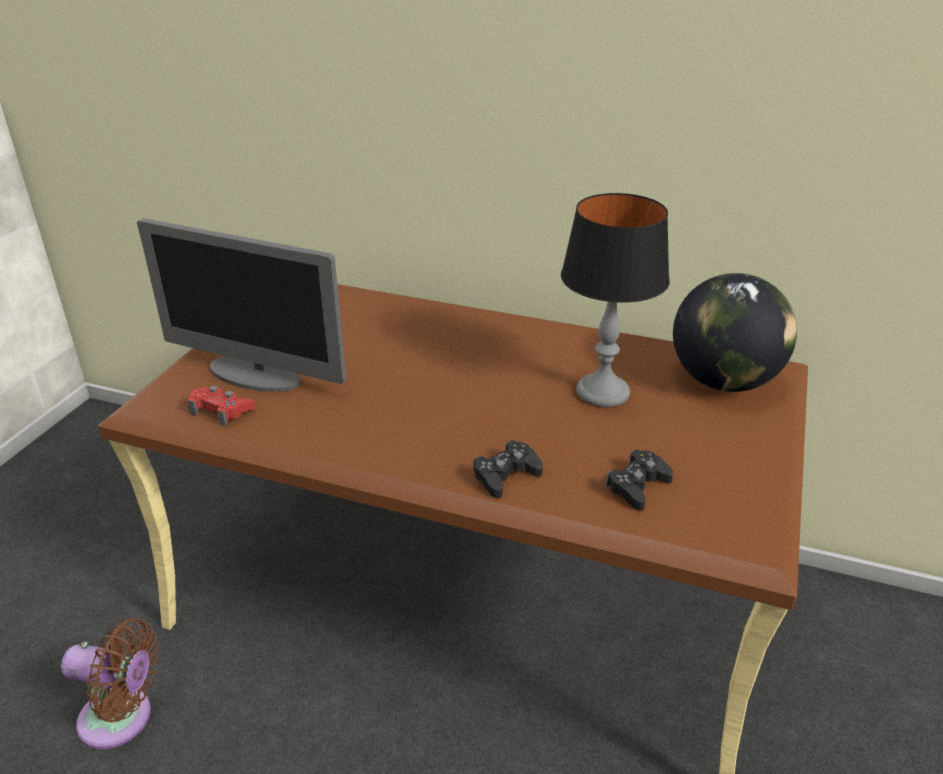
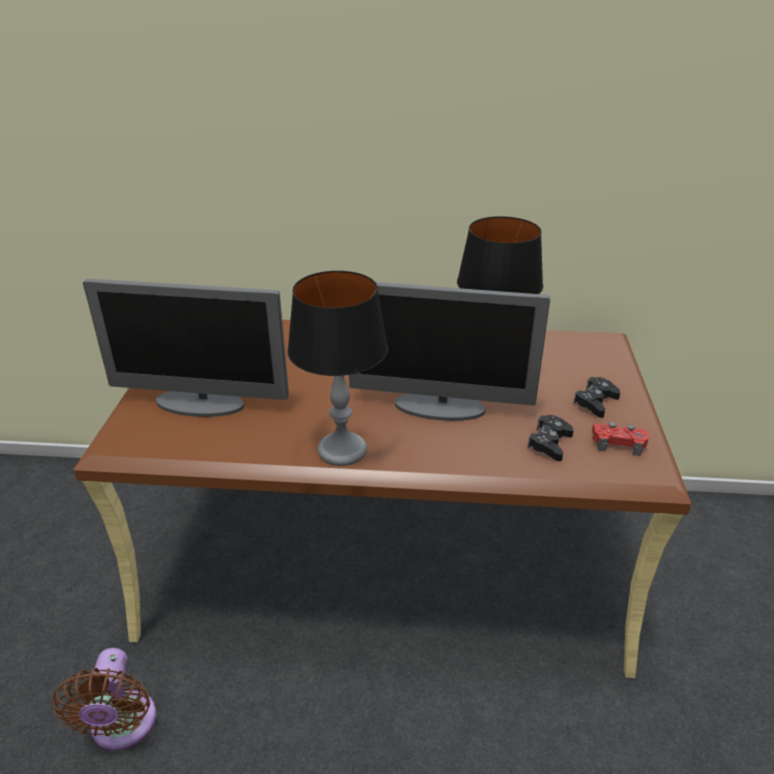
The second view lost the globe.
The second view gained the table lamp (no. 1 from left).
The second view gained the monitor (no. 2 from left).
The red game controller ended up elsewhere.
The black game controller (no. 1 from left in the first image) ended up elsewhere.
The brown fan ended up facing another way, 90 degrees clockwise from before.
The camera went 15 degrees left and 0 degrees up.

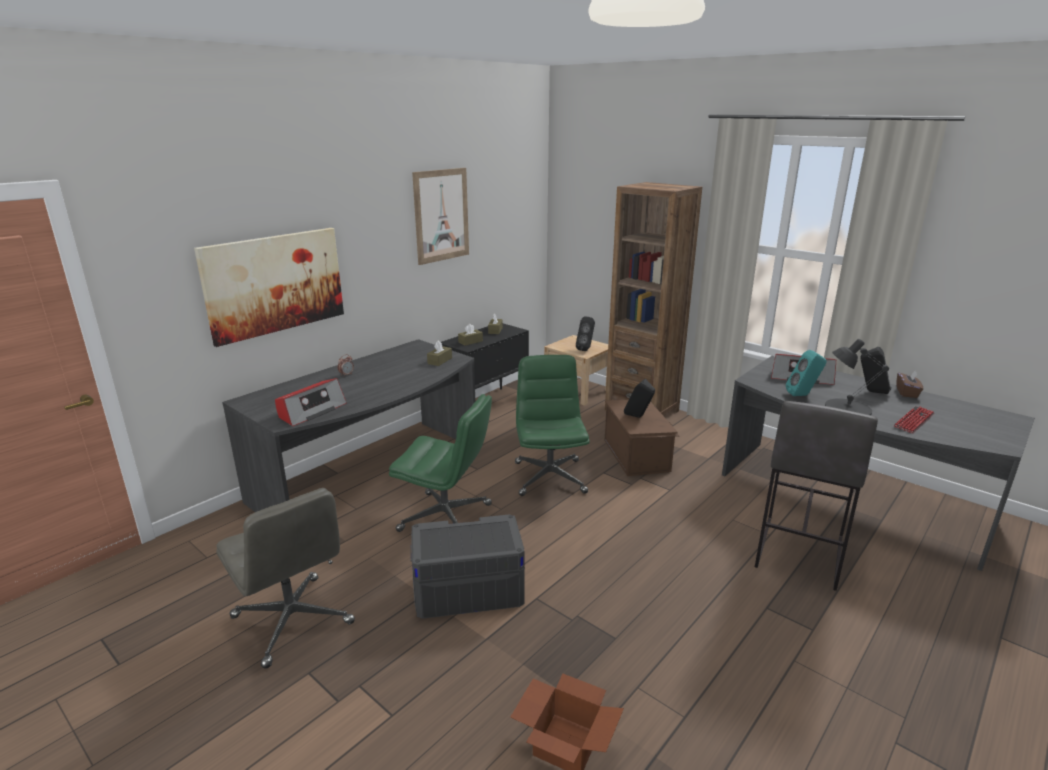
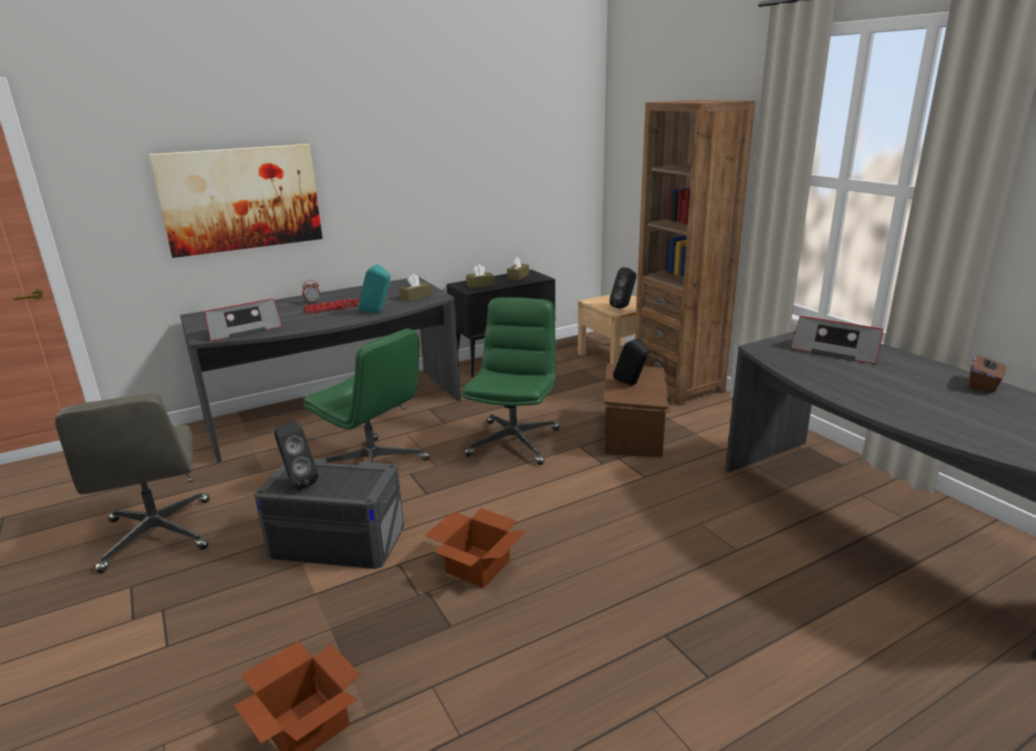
The second view lost the picture (no. 2 from left).
The second view lost the grey stool.
The second view lost the black table lamp.
The second view gained the cardboard box (no. 2 from left).
The turquoise speaker ended up elsewhere.
The black speaker (no. 3 from left in the first image) ended up elsewhere.
The keyboard ended up elsewhere.
The camera went 20 degrees right and 0 degrees up.

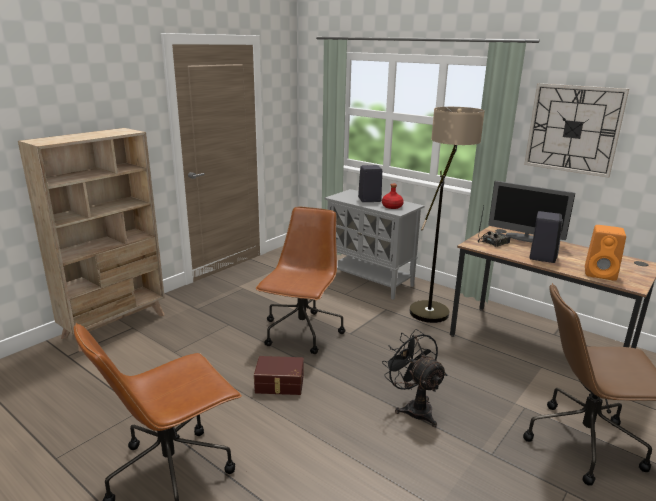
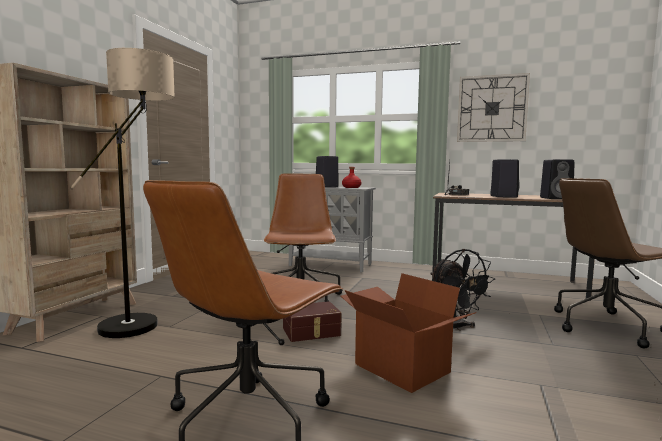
The second view lost the monitor.
The second view gained the cardboard box.
The floor lamp ended up elsewhere.
What was the orange speaker turned into the black speaker (no. 3 from left).
The black fan ended up facing another way, 150 degrees counterclockwise from before.
The camera went 20 degrees left and 15 degrees down.

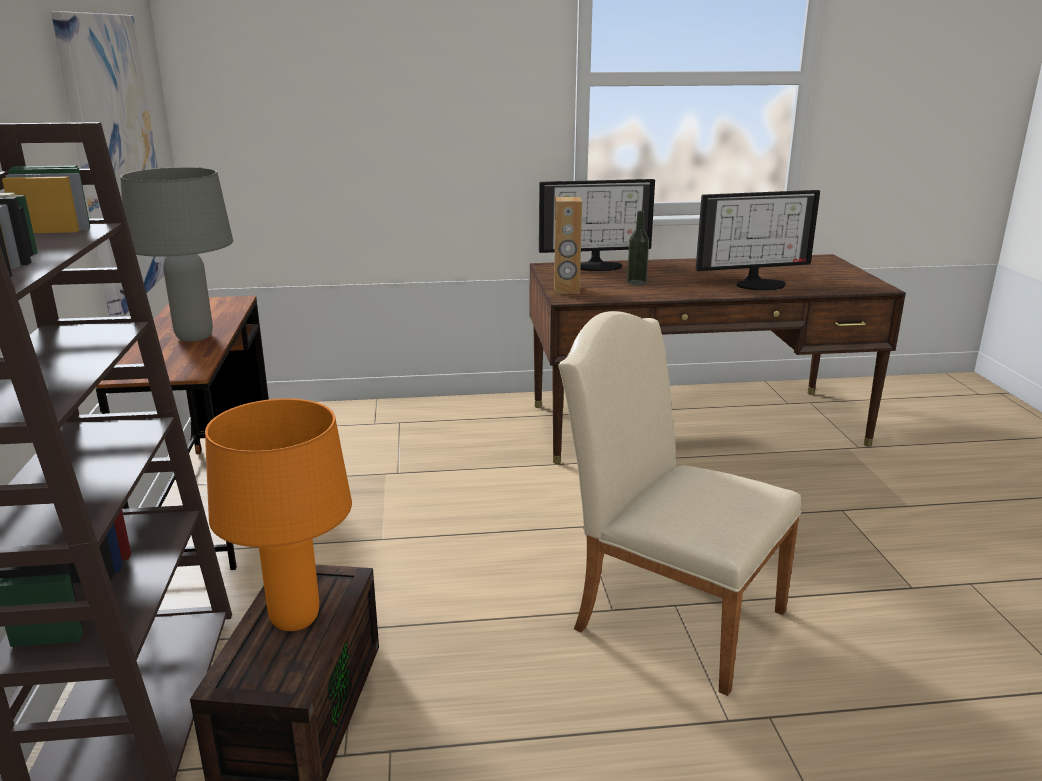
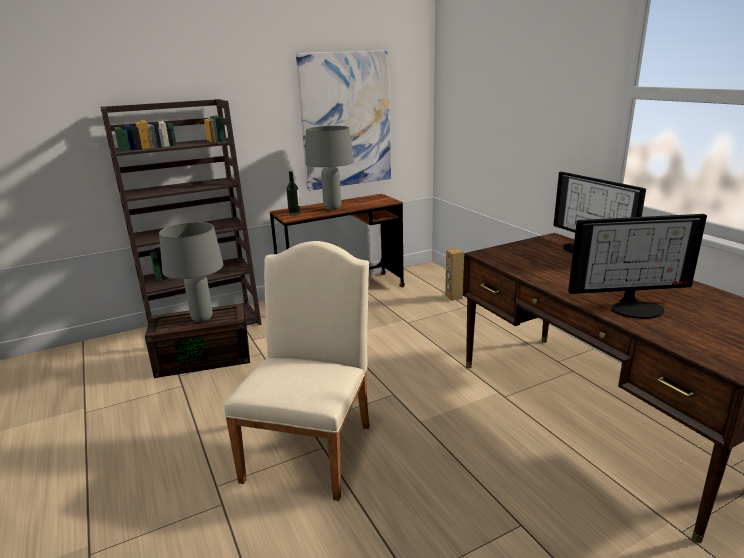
The brown speaker ended up elsewhere.
The bottle ended up elsewhere.
What was the orange table lamp turned into the grey table lamp (no. 1 from left).
The monitor (no. 2 from left) ended up facing another way, 60 degrees counterclockwise from before.
The camera went 70 degrees right and 0 degrees up.

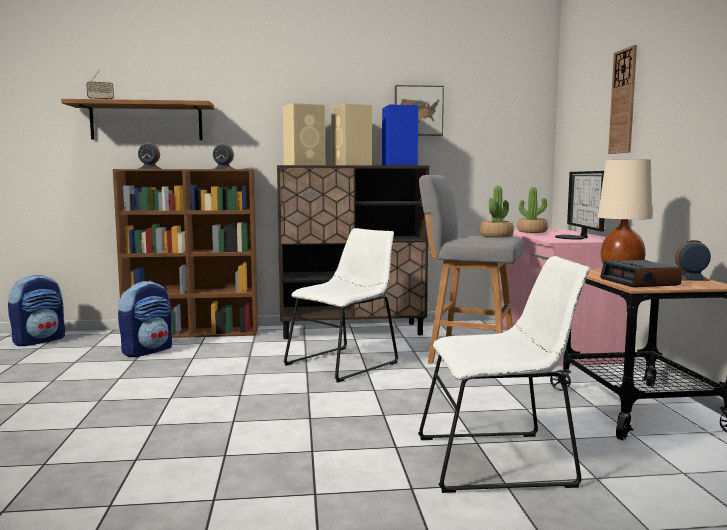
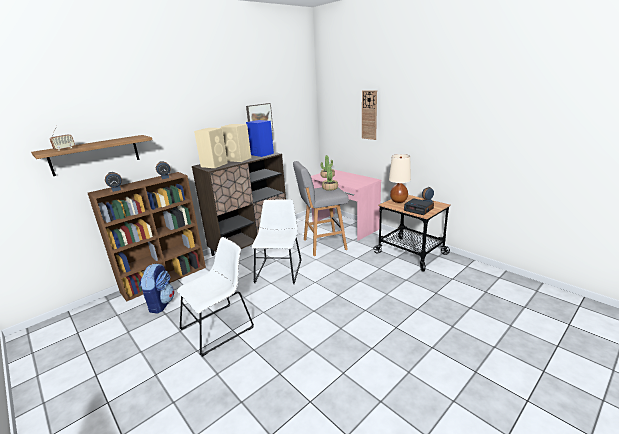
The second view lost the backpack (no. 1 from left).
The second view lost the monitor.
The white chair (no. 2 from left in the first image) ended up elsewhere.
The camera went 35 degrees left and 15 degrees up.

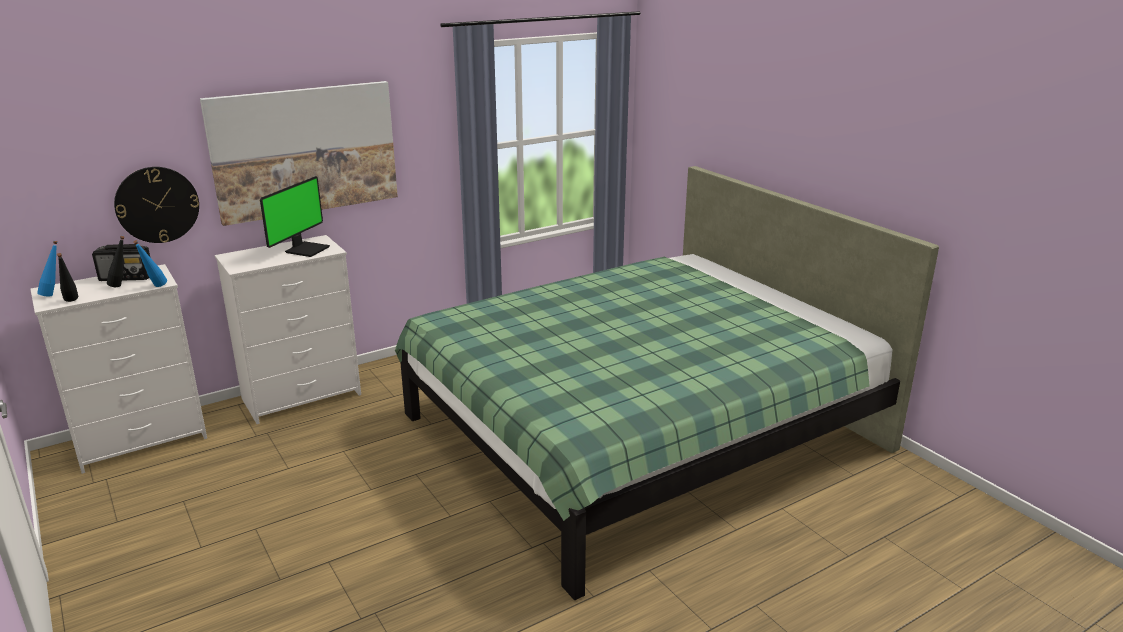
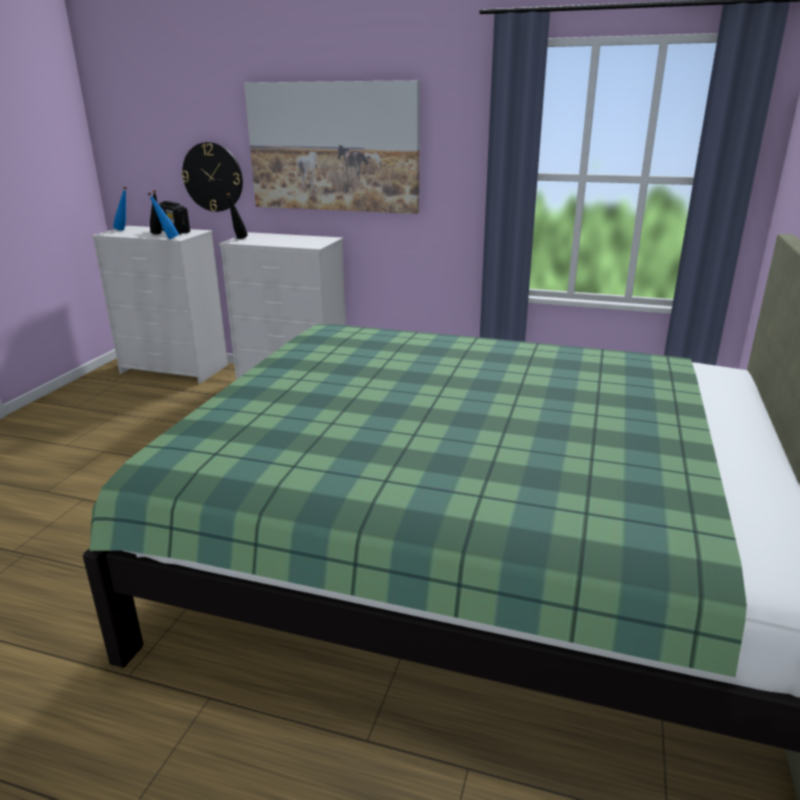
The second view lost the monitor.
The black bottle (no. 1 from left in the first image) ended up elsewhere.
The camera went 50 degrees right and 0 degrees up.

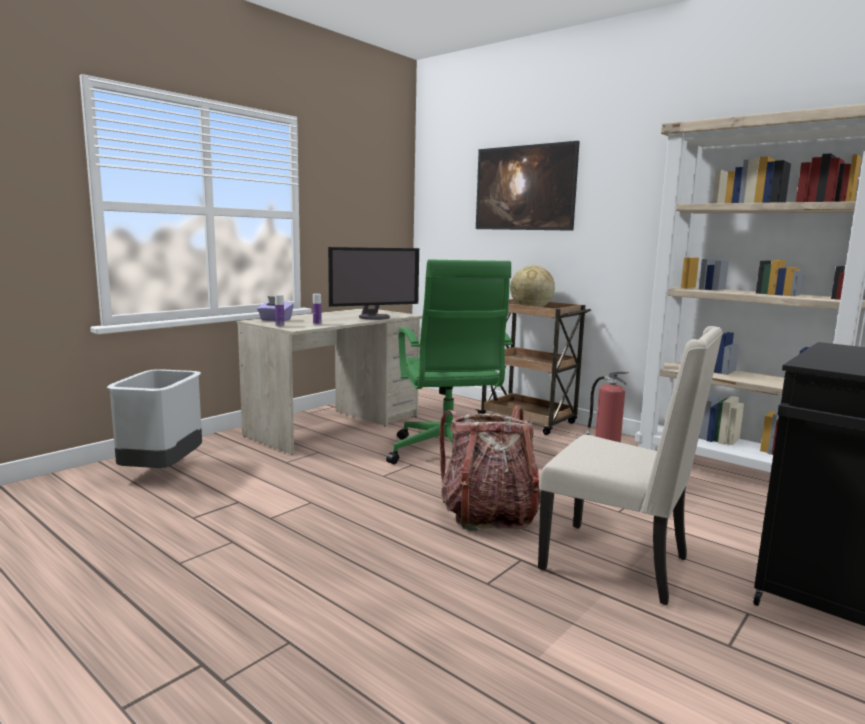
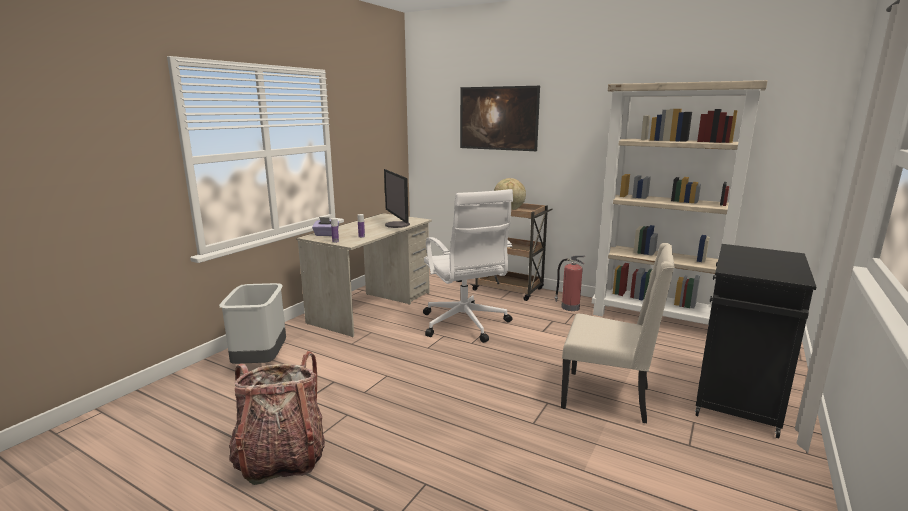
The backpack ended up elsewhere.
What was the green office chair turned into the white office chair.
The monitor ended up facing another way, 105 degrees clockwise from before.
The camera went 10 degrees left and 5 degrees up.

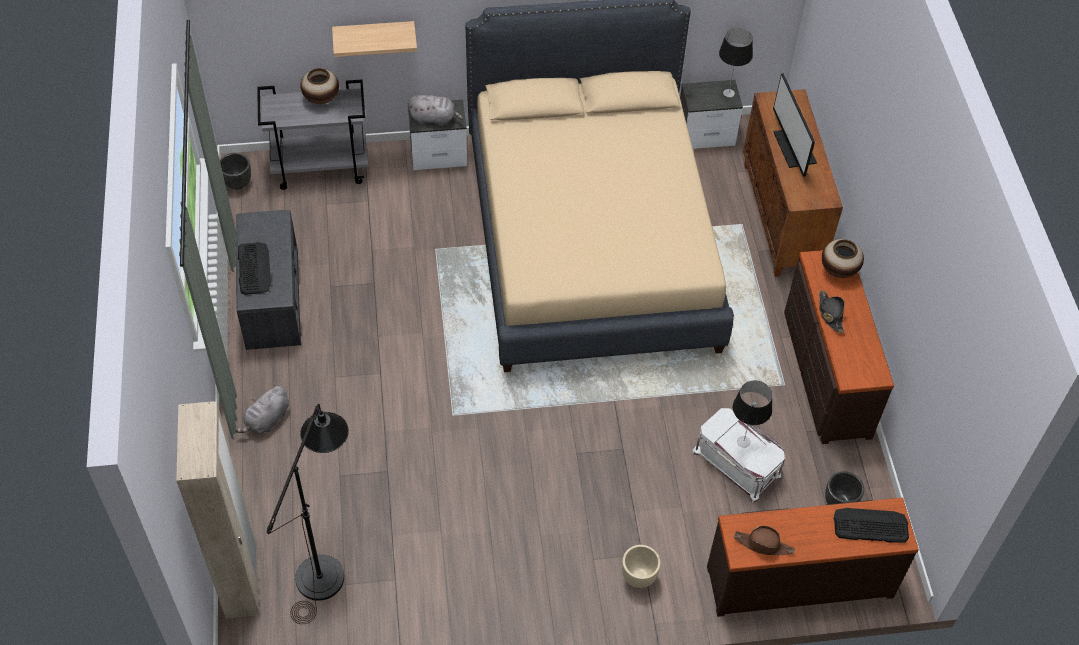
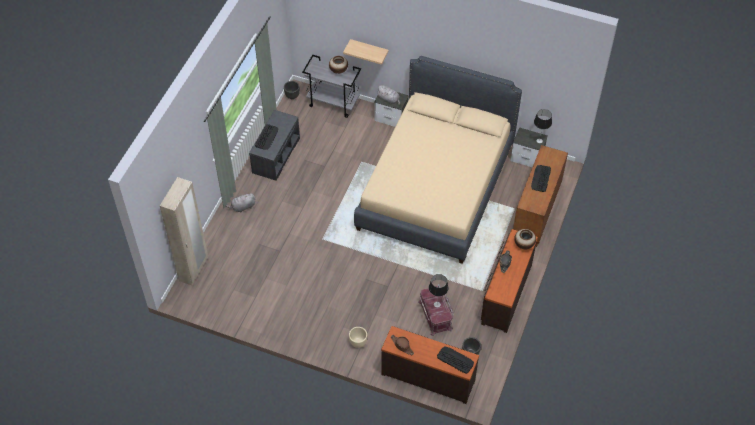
The second view lost the black floor lamp.
Where the monitor stood, the keyboard (no. 3 from left) came to stand.
What was the white storage box turned into the red storage box.
The camera went 30 degrees right and 0 degrees up.

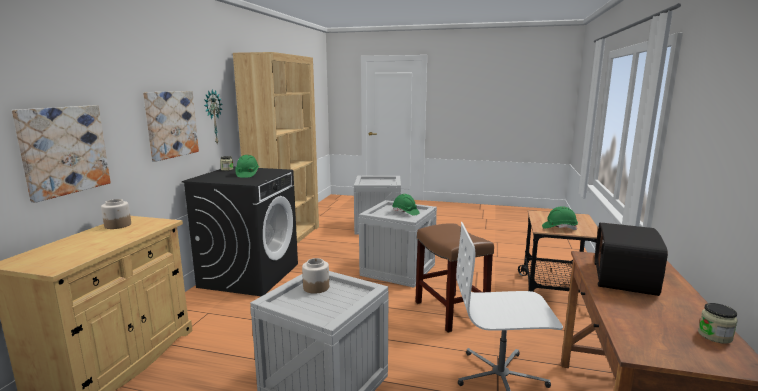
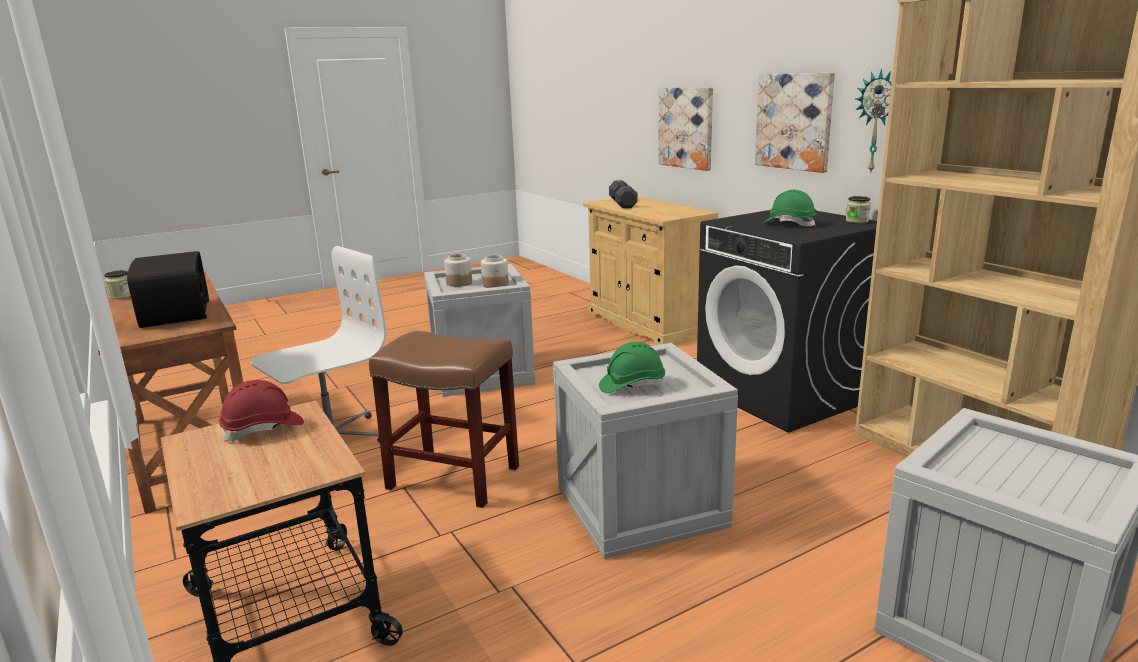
The second view gained the black dumbbell.
The jar (no. 1 from left in the first image) ended up elsewhere.
What was the green hard hat (no. 3 from left) turned into the red hard hat.
The camera went 135 degrees right and 5 degrees up.

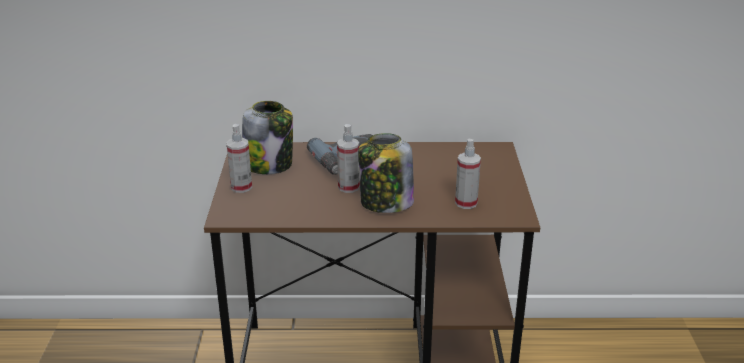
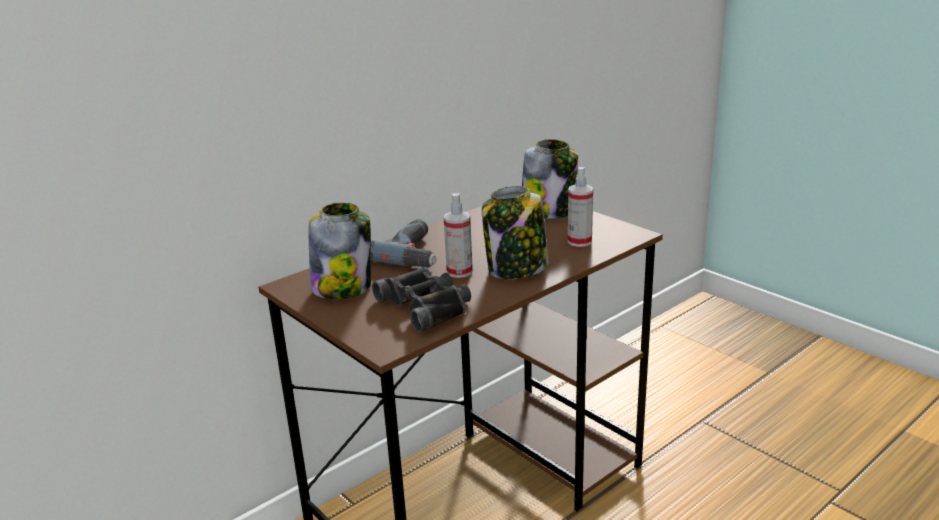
The second view lost the spray bottle (no. 1 from left).
The second view gained the black binoculars.
The second view gained the jar (no. 3 from left).
The camera went 40 degrees left and 5 degrees down.

